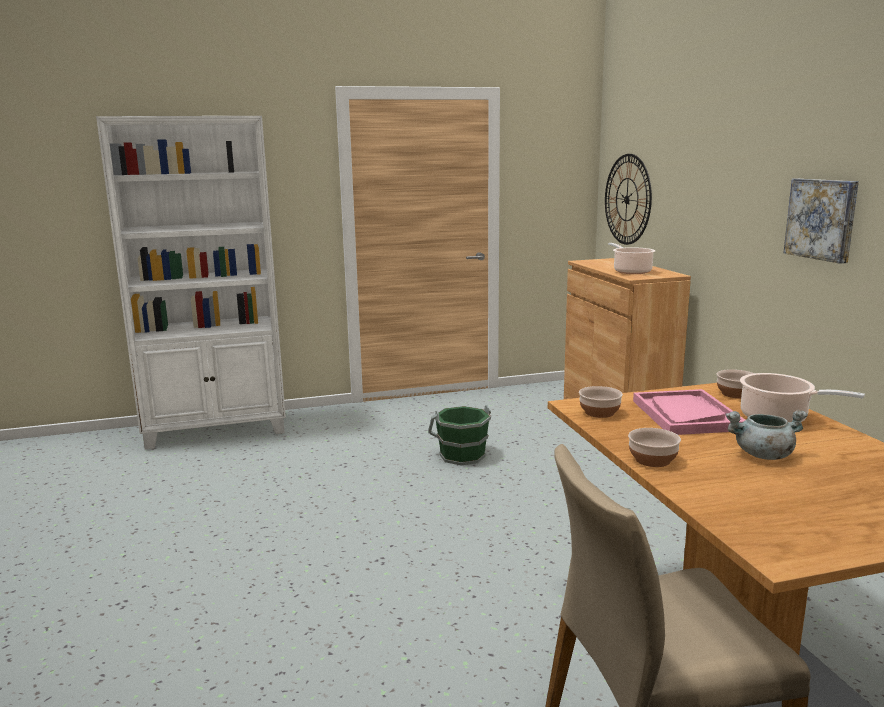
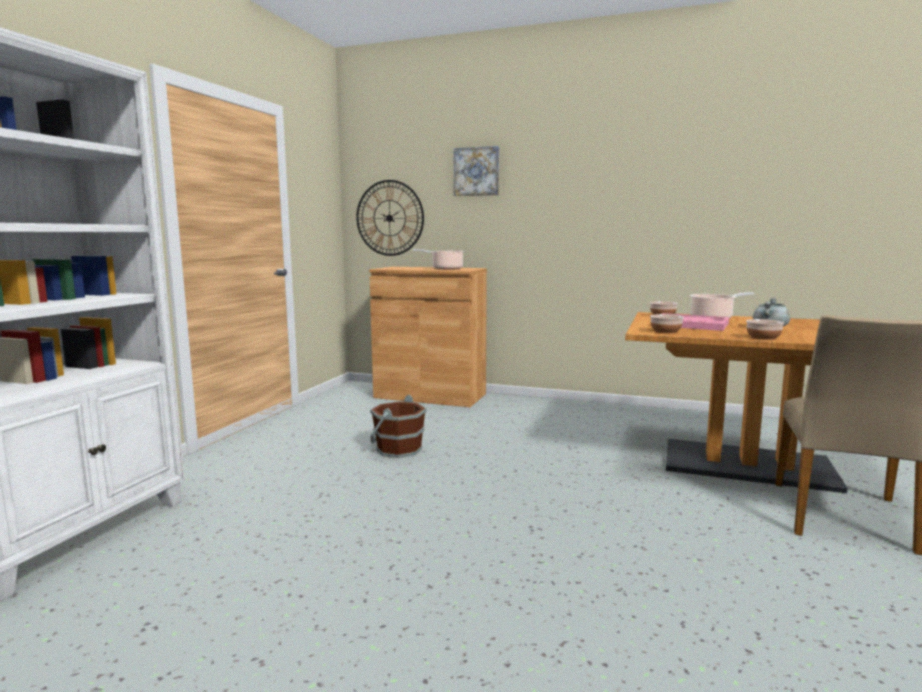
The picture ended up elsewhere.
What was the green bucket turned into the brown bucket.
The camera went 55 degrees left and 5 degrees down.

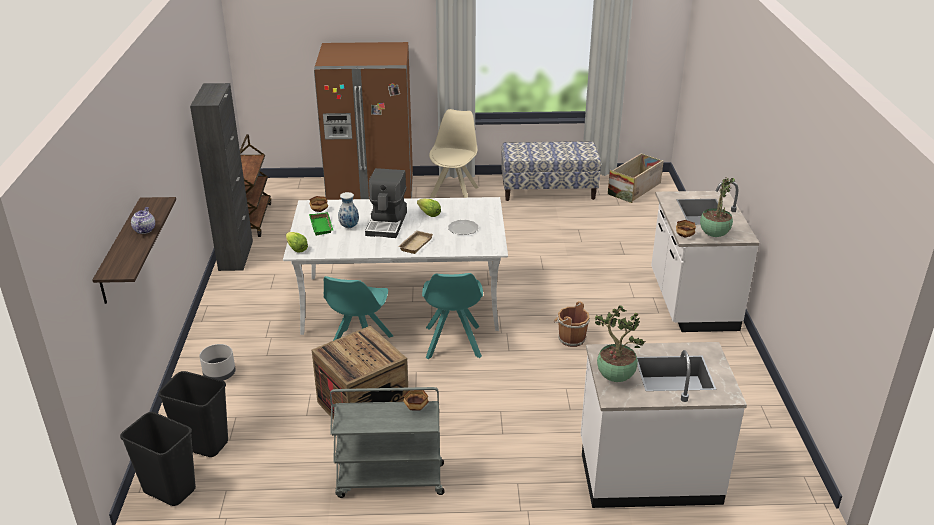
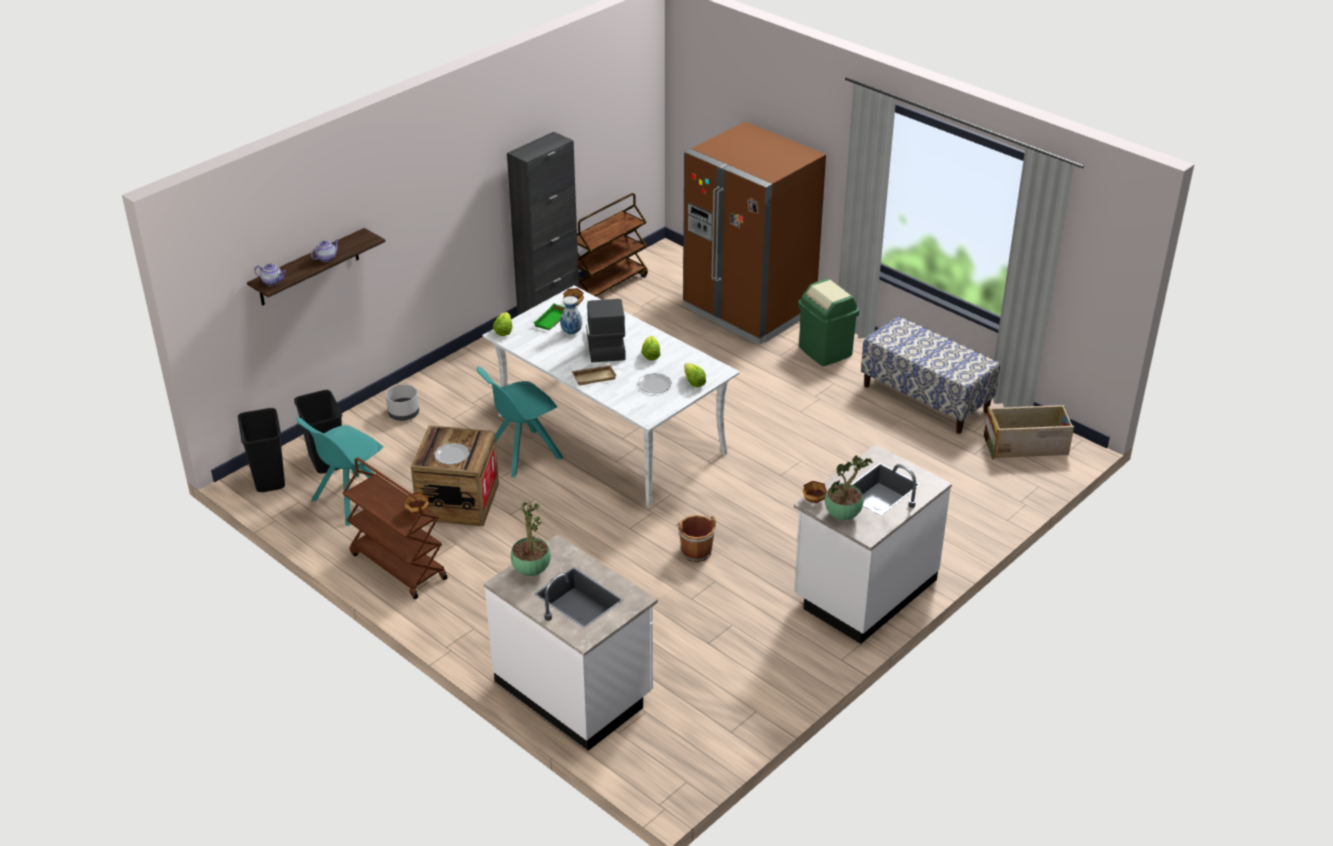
The second view gained the teapot (no. 1 from left).
The second view gained the plate (no. 1 from left).
The second view gained the lettuce (no. 3 from left).
The turquoise chair (no. 2 from left in the first image) ended up elsewhere.
Where the beige chair stood, the green trash can came to stand.
What was the grey cart turned into the brown cart (no. 1 from left).
The coffee machine ended up facing another way, 120 degrees clockwise from before.
The camera went 45 degrees right and 5 degrees up.

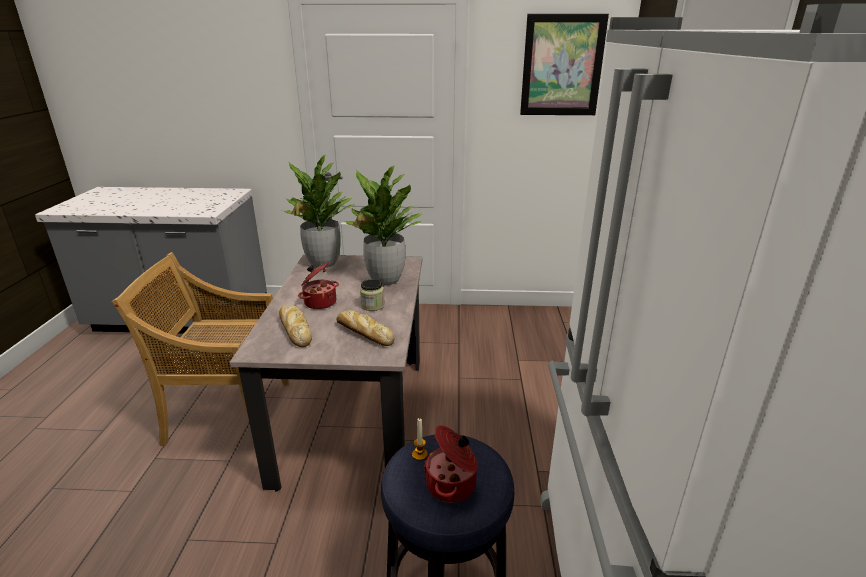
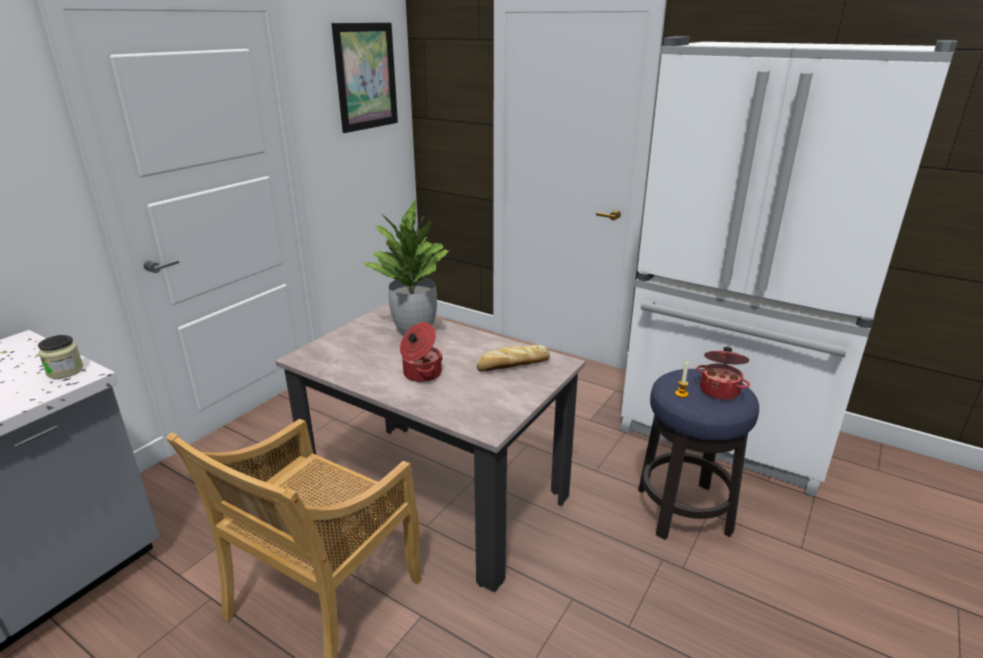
The second view lost the bread (no. 1 from left).
The second view lost the potted plant (no. 1 from left).
The jar ended up elsewhere.
The camera went 60 degrees left and 0 degrees up.

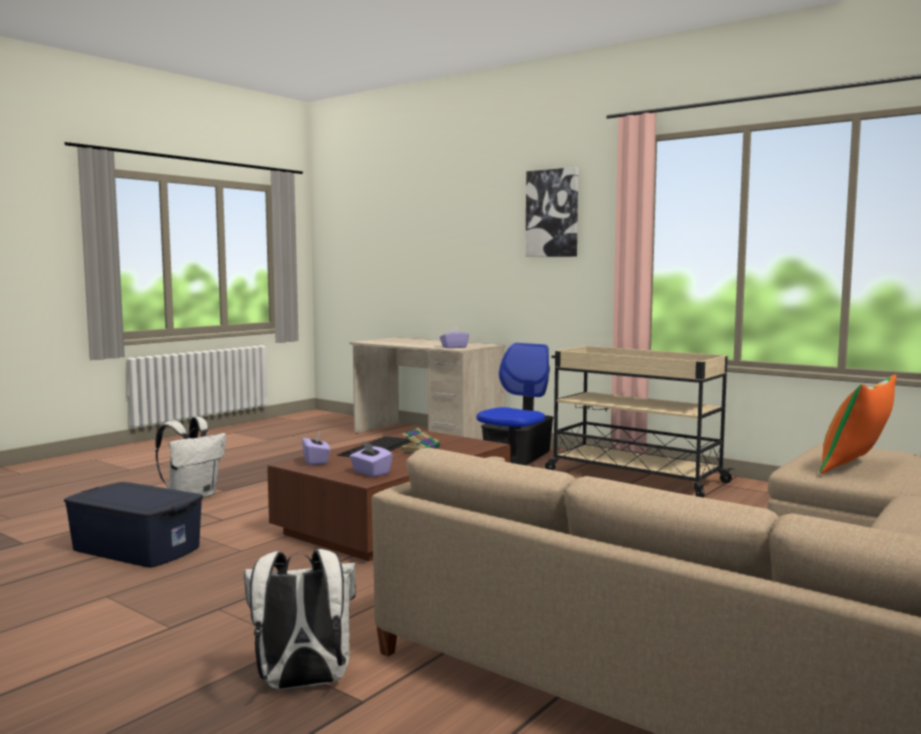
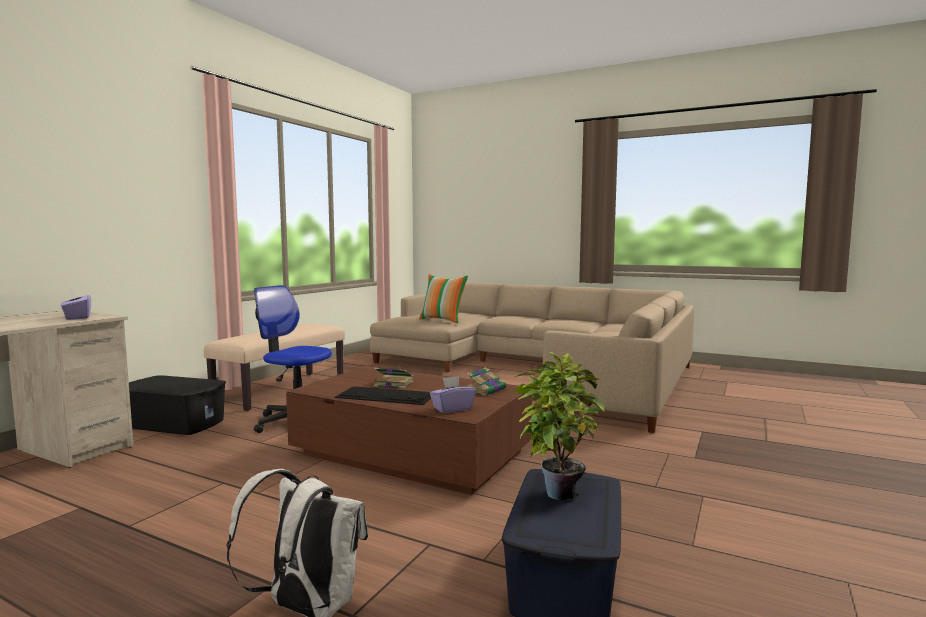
The second view lost the white backpack (no. 2 from left).
The second view lost the picture.
The second view gained the potted plant.
Where the purple tissue box (no. 2 from left) stood, the book (no. 2 from left) came to stand.
Where the beige cart stood, the beige bench came to stand.
The camera went 100 degrees left and 0 degrees up.

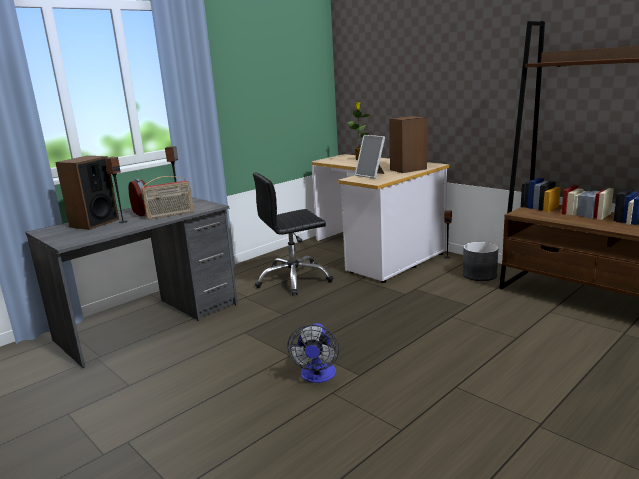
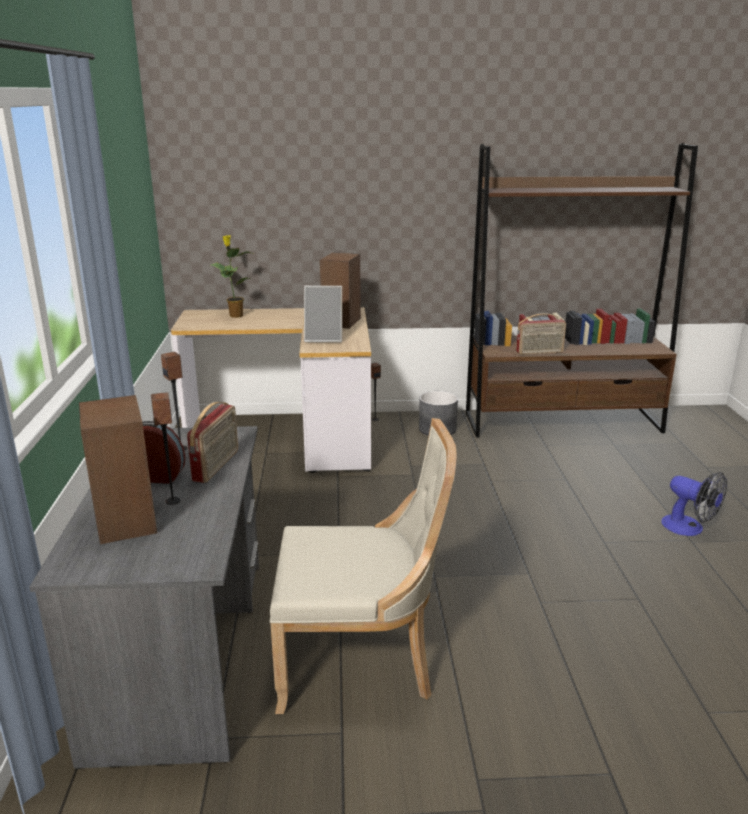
The second view lost the black office chair.
The second view gained the beige chair.
The second view gained the radio (no. 2 from left).
The fan ended up elsewhere.
The camera went 50 degrees left and 5 degrees up.

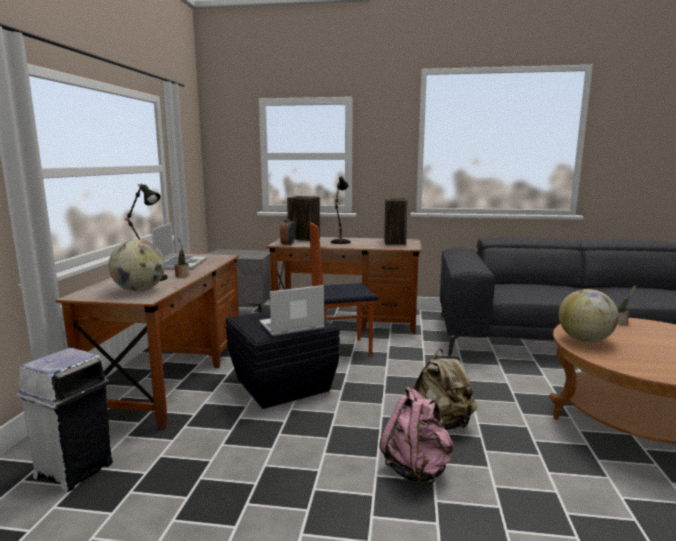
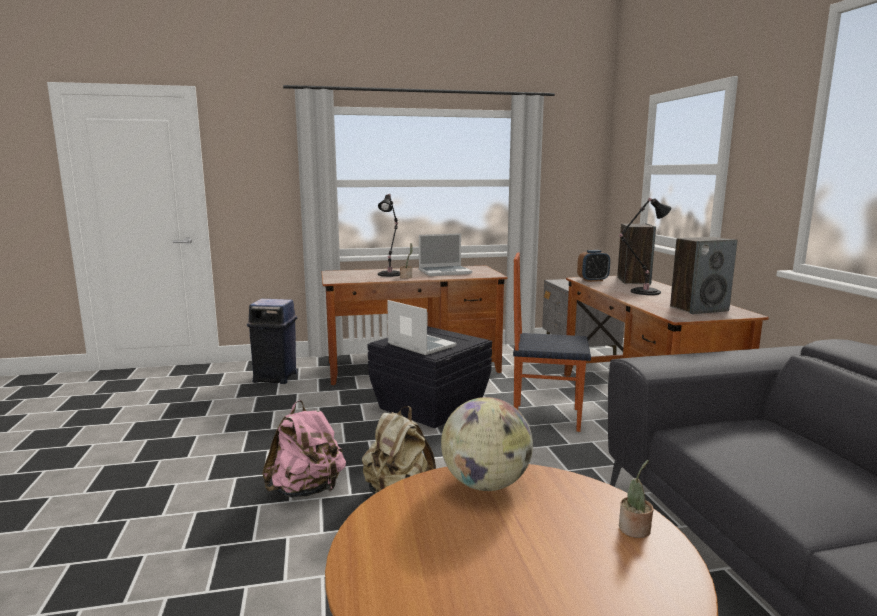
The second view lost the globe (no. 1 from left).
What was the white trash can turned into the blue trash can.
The chair ended up facing another way, 45 degrees counterclockwise from before.
The camera went 70 degrees right and 0 degrees up.

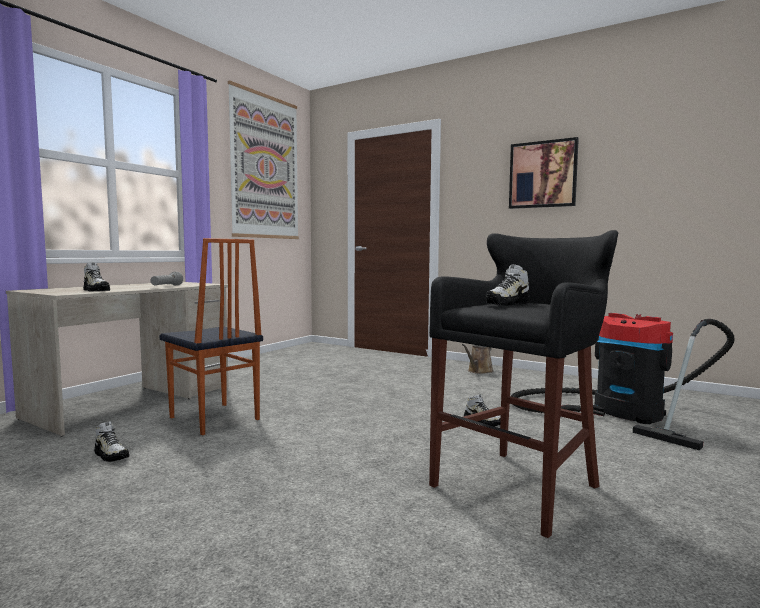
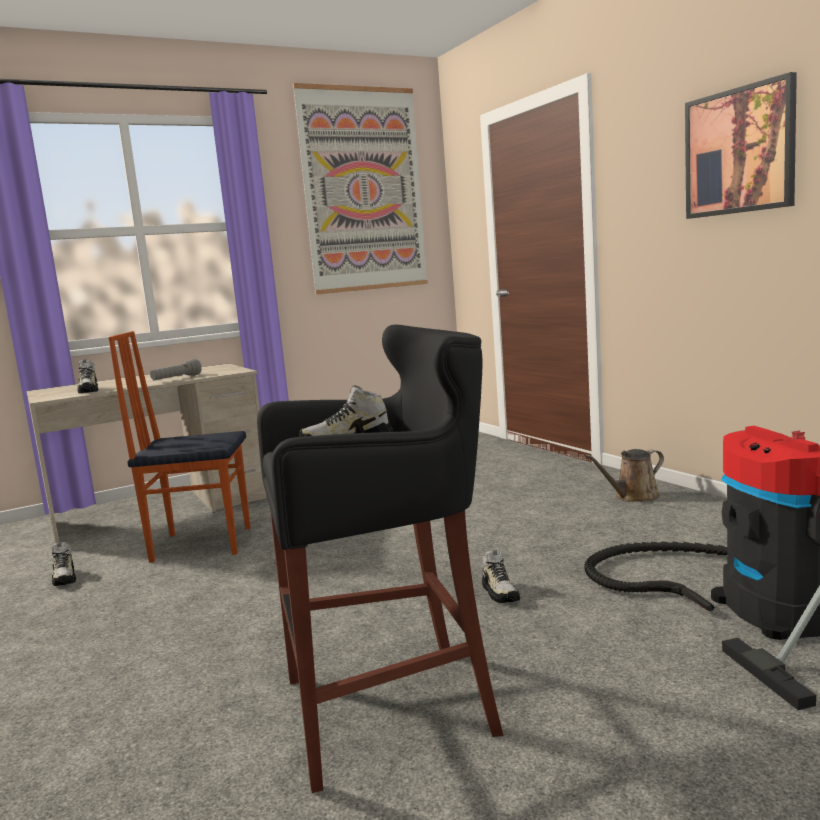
The chair ended up facing another way, 105 degrees clockwise from before.
The camera went 30 degrees right and 5 degrees up.

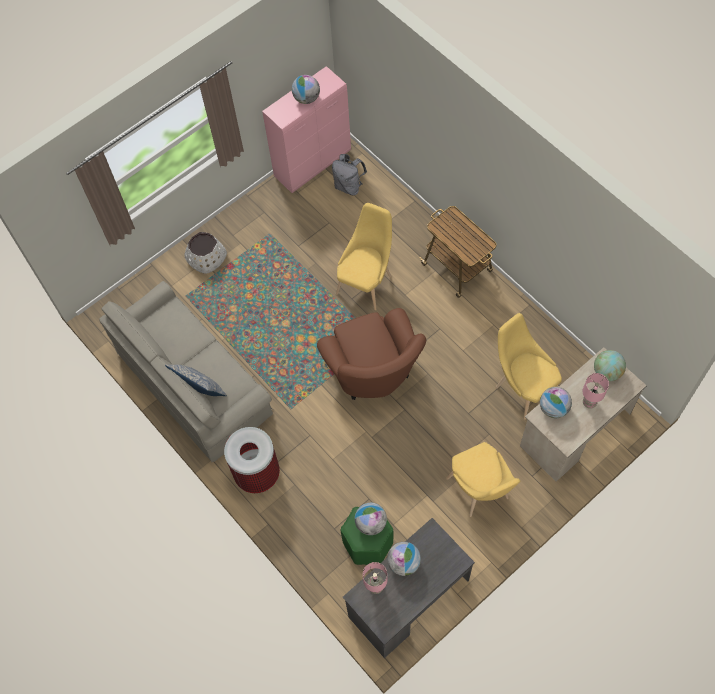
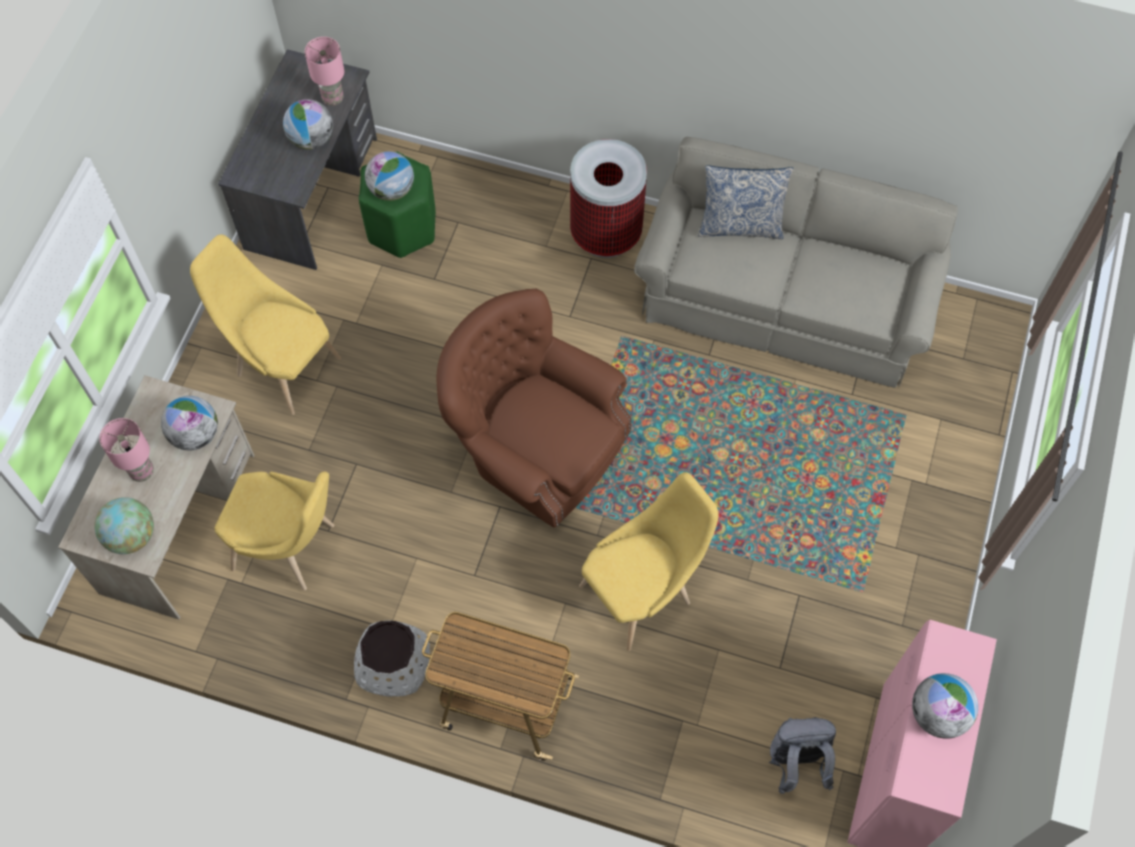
The white planter ended up elsewhere.
The yellow chair (no. 1 from left in the first image) ended up facing another way, 120 degrees counterclockwise from before.
The camera went 145 degrees right and 0 degrees up.

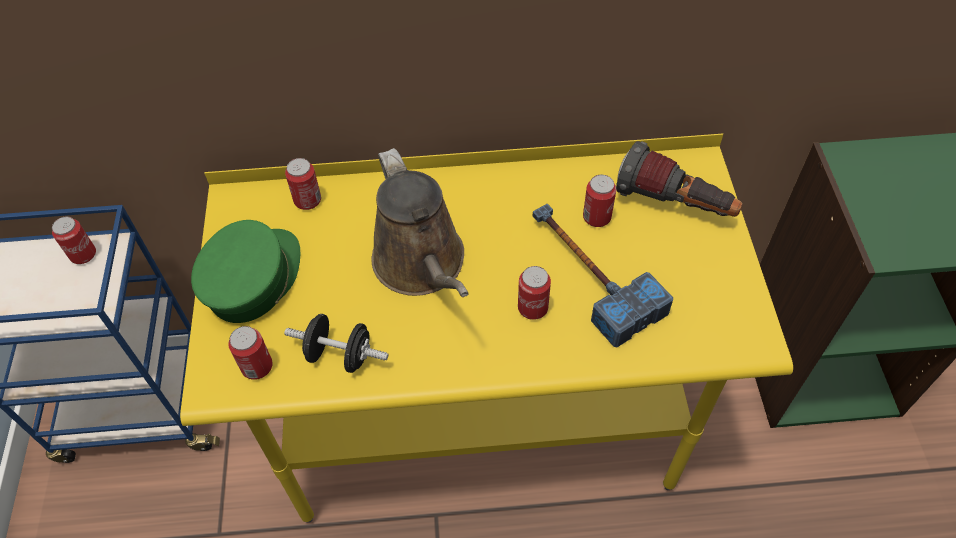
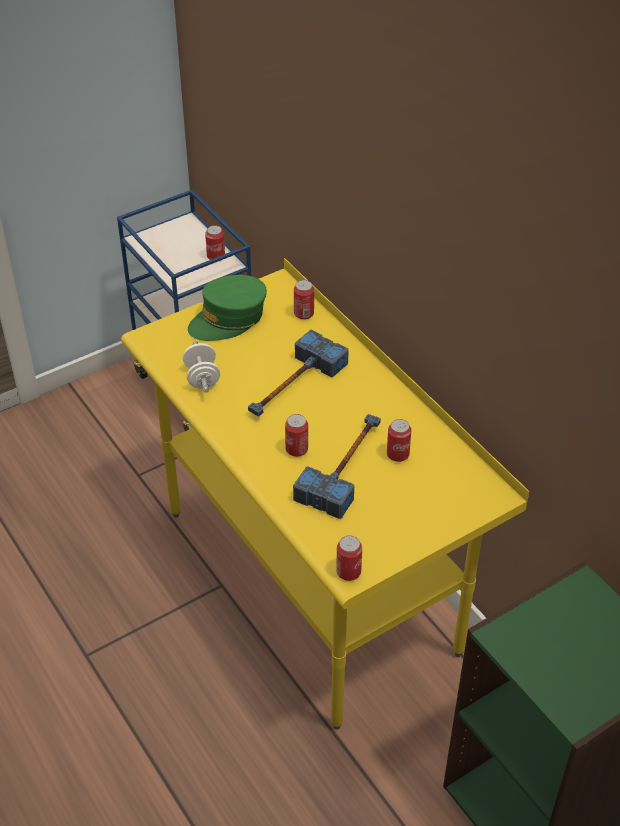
The second view lost the flashlight.
The can (no. 2 from left in the first image) ended up elsewhere.
Where the brown watering can stood, the hammer (no. 1 from left) came to stand.
What was the black dumbbell turned into the white dumbbell.
The green cap ended up facing another way, 150 degrees clockwise from before.
The camera went 60 degrees right and 10 degrees down.

